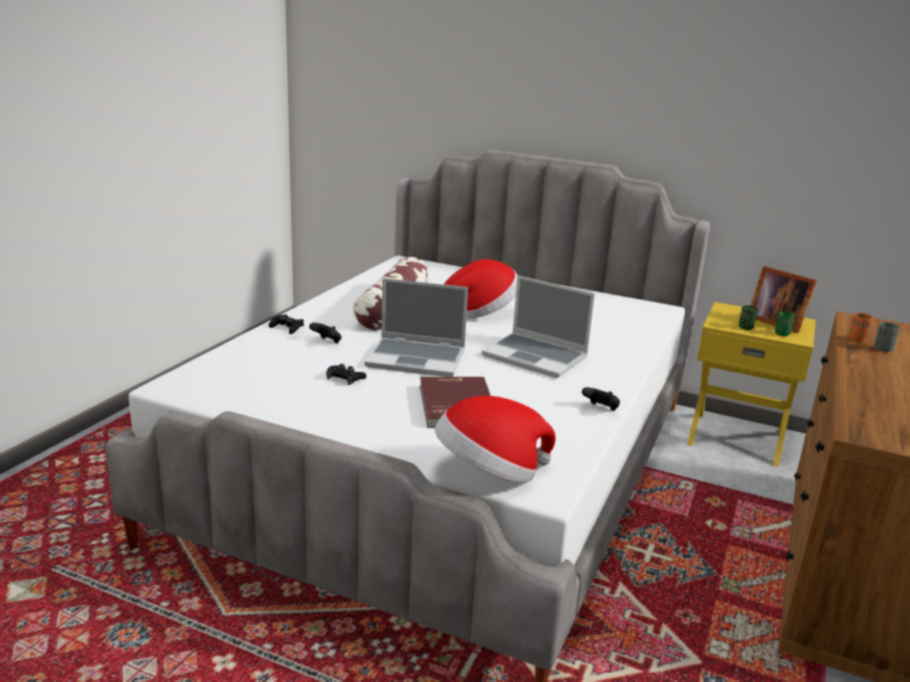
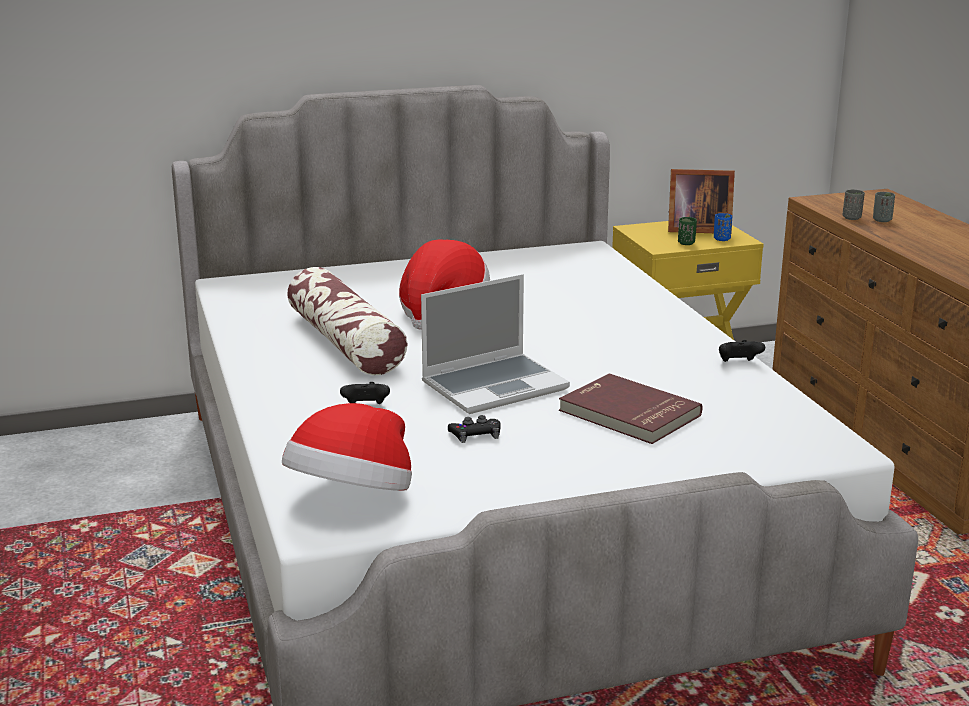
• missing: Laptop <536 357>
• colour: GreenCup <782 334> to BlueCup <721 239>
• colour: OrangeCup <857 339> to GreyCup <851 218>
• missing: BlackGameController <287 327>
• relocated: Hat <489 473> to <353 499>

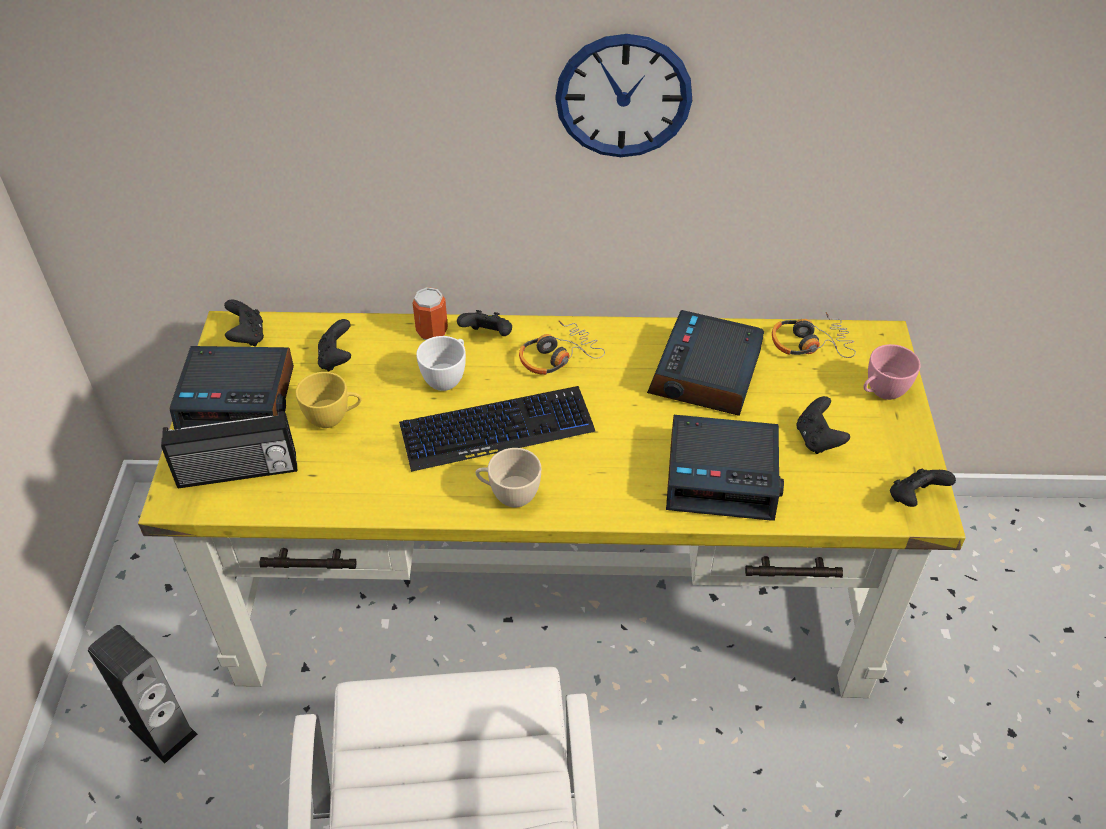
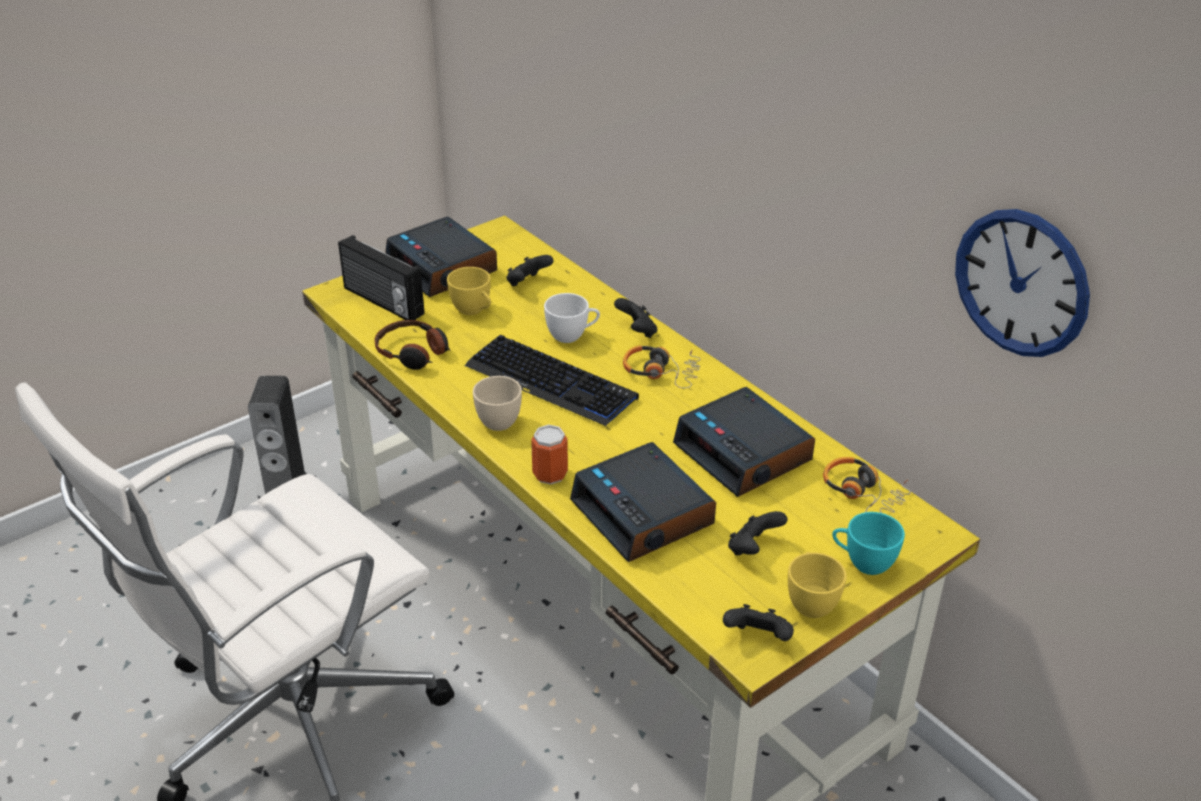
• relocated: WallClock <623 96> to <1021 283>
• relocated: Can <432 331> to <550 474>
• missing: BlackGameController <247 336>
• spun: AlarmClock <706 374> = <744 453> 105 degrees counterclockwise
• colour: PinkCup <881 392> to TurquoiseCup <863 562>
• appeared: Headphones <413 353>
• appeared: YellowCup <810 601>

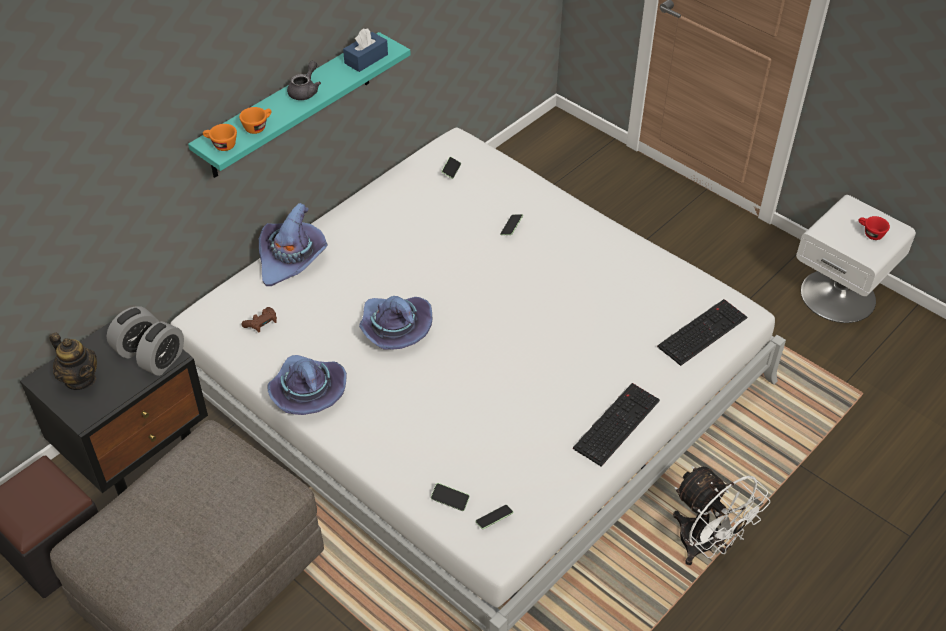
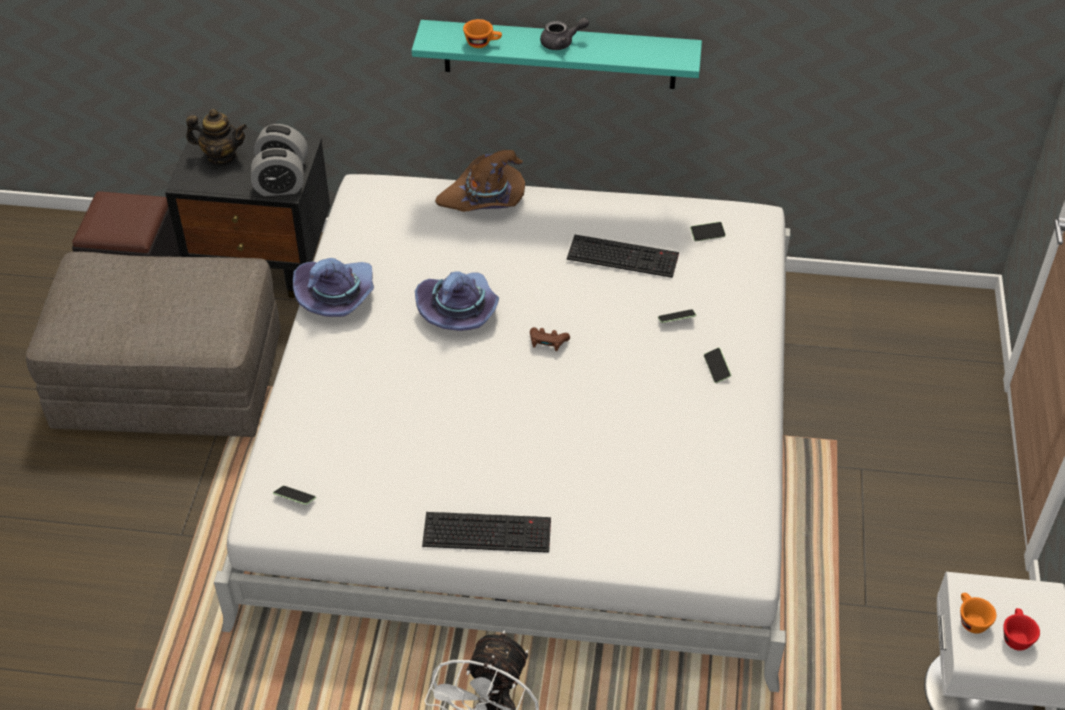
• missing: BlueTissueBox <366 59>
• relocated: OrangeCup <221 145> to <970 620>
• colour: PurpleHat <292 258> to BrownHat <485 199>
• relocated: Keyboard <702 331> to <624 256>
• relocated: BrownGameController <261 324> to <547 343>
• spun: Teapot <80 379> = <221 156> 90 degrees counterclockwise
• relocated: Phone <450 500> to <716 369>

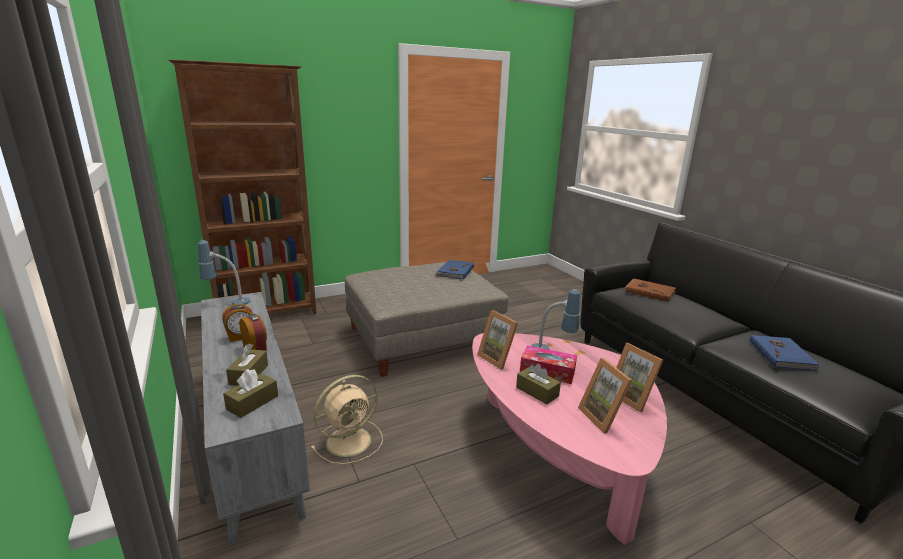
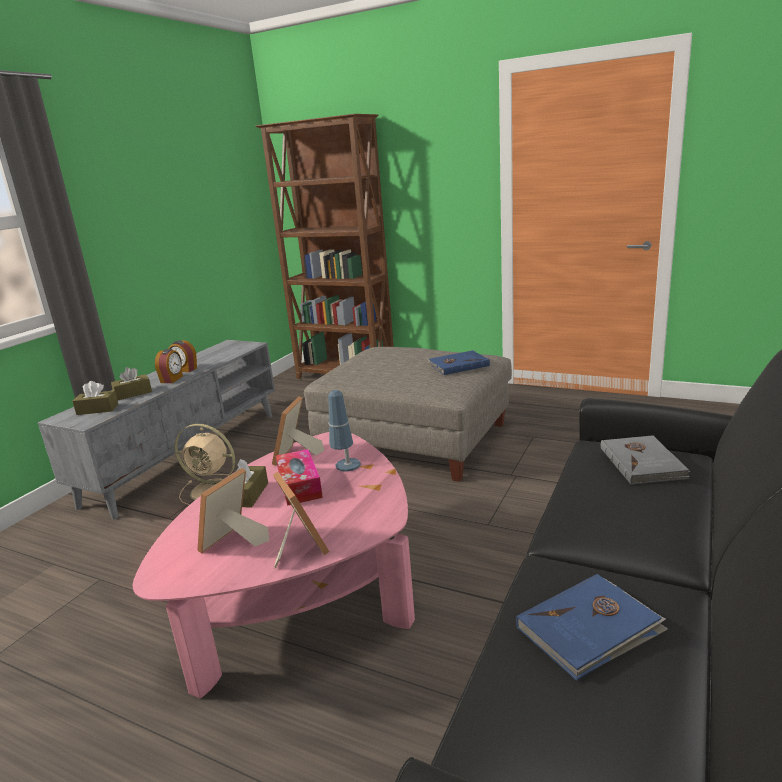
• missing: TableLamp <227 303>
• colour: BrownBook <649 291> to GreyBook <643 462>
• spun: PictureFrame <632 397> = <298 547> 135 degrees clockwise

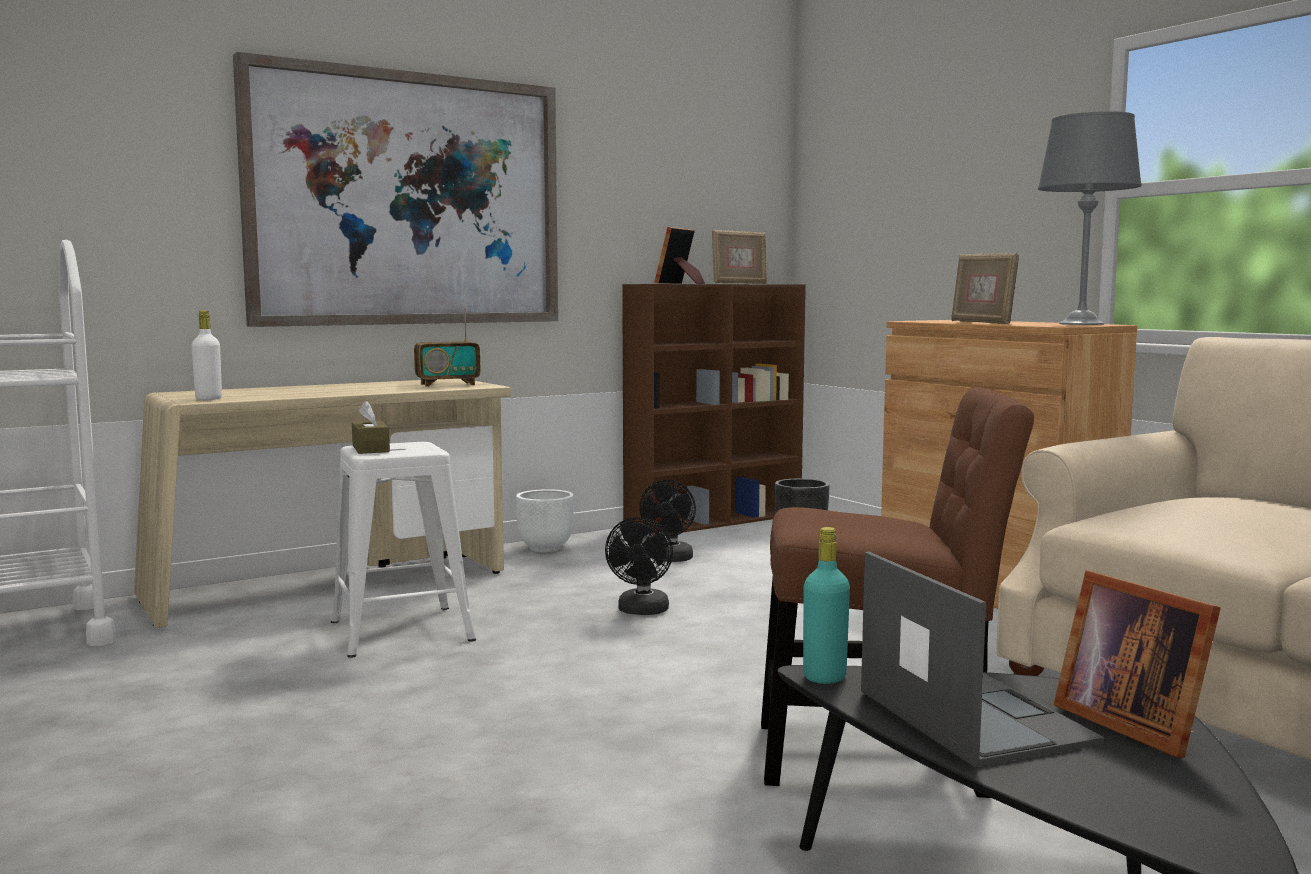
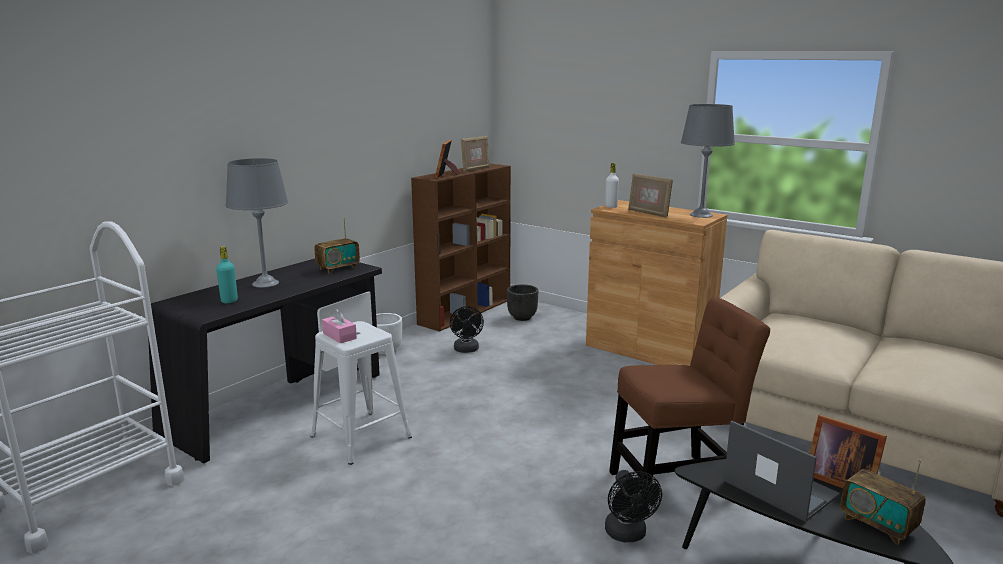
• missing: Picture <407 200>
• relocated: WhiteBottle <208 399> to <611 206>
• colour: BeigeDesk <330 586> to BlackDesk <280 404>
• colour: BrownTissueBox <370 449> to PinkTissueBox <339 336>
• relocated: BlackFan <642 611> to <628 535>
• relocated: TurquoiseBottle <824 677> to <229 301>
• appeared: GreyTableLamp <265 283>
• appeared: Radio <877 525>

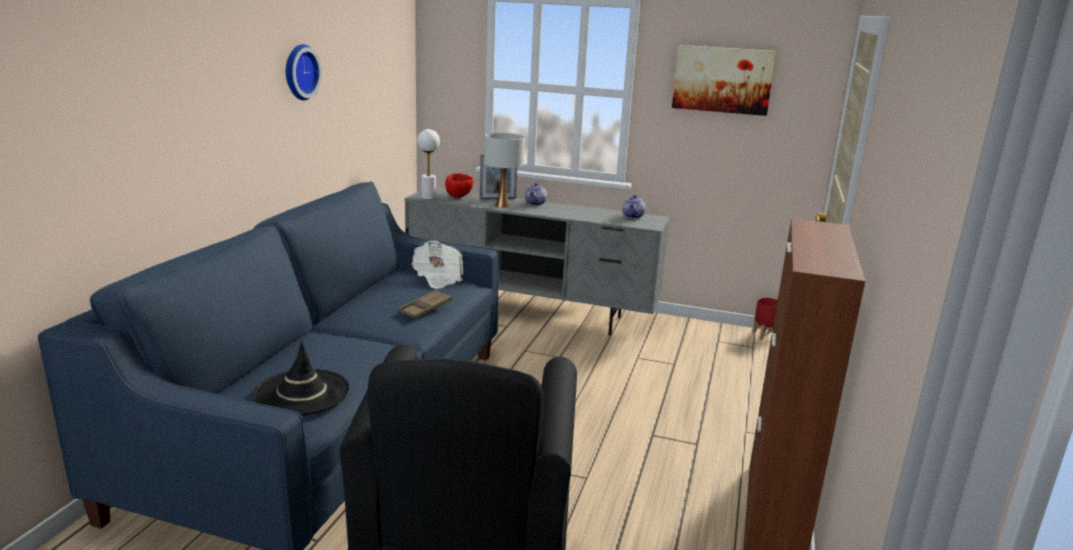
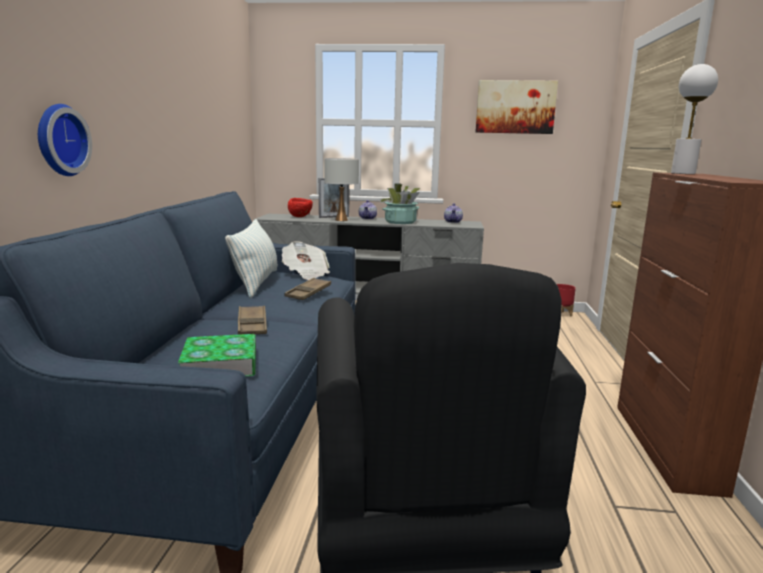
• relocated: WallClock <299 72> to <59 140>
• relocated: WhiteTableLamp <428 197> to <683 173>
• exchanged: BlackHat <301 393> to Book <220 364>
• appeared: PottedPlant <400 222>
• appeared: Pillow <256 283>
• appeared: BrownTray <252 325>

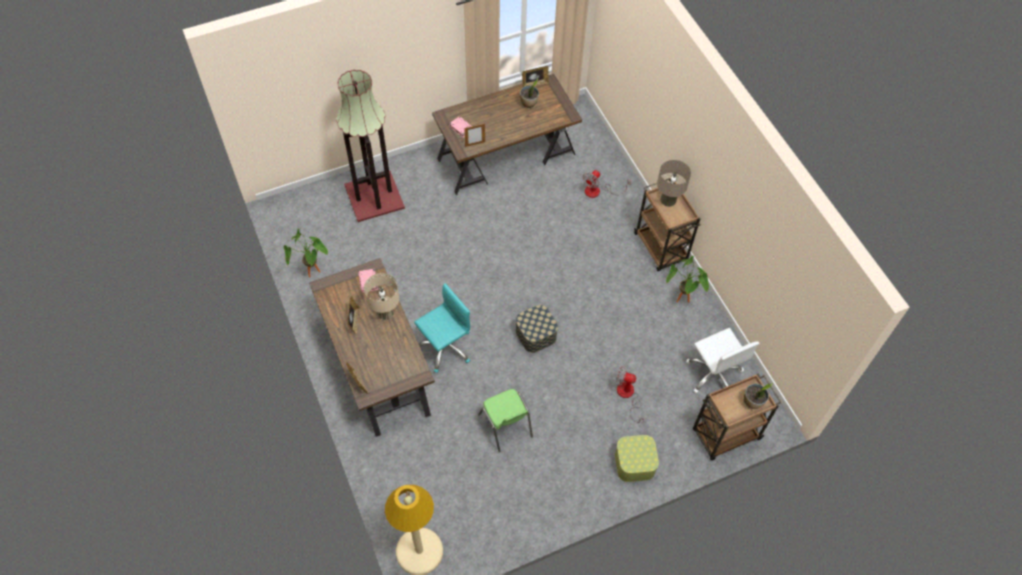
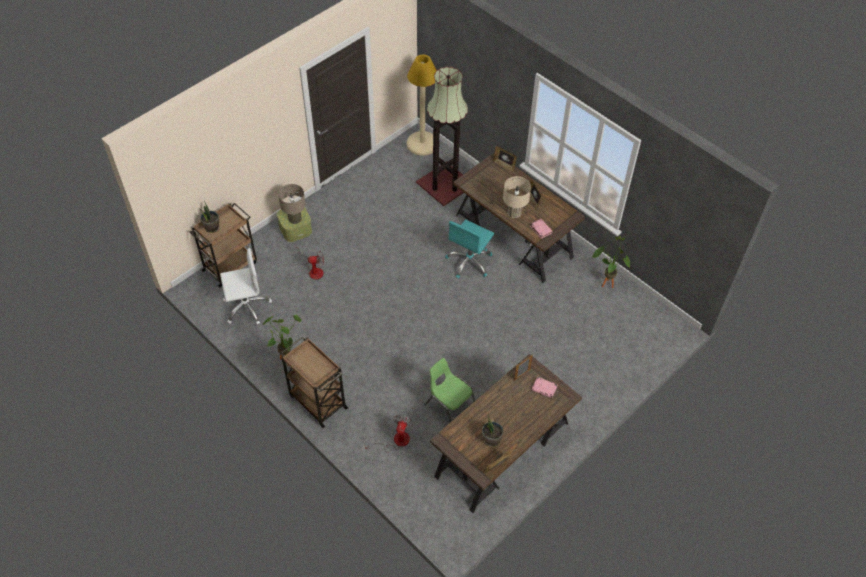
• relocated: FloorLamp <375 196> to <445 185>
• relocated: BeigeTableLamp <668 200> to <295 218>
• missing: StorageBox <535 334>
• spun: WhiteOfficeChair <714 374> = <246 306> 120 degrees clockwise
• relocated: GreenChair <506 426> to <449 406>

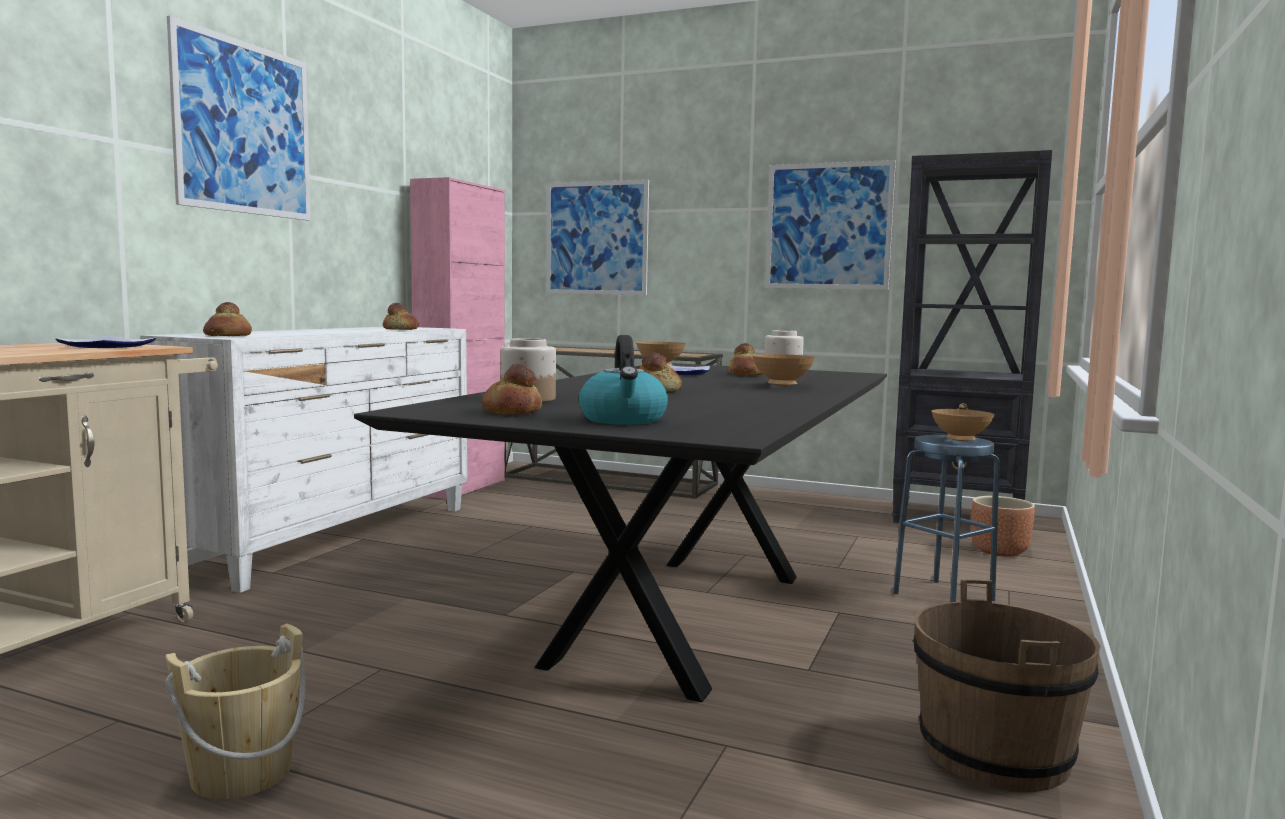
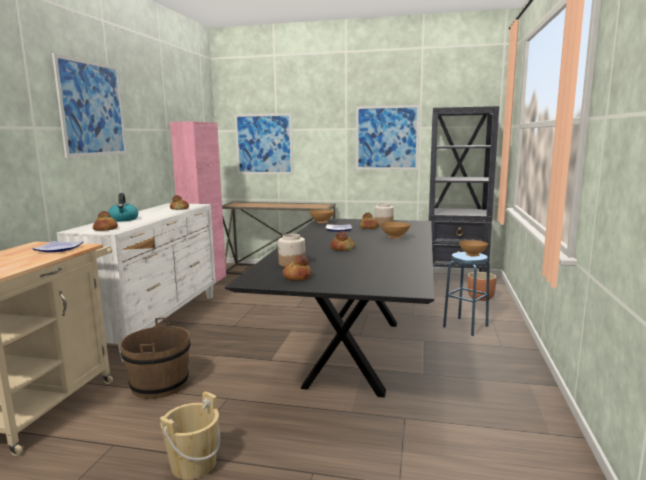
• relocated: Kettle <624 420> to <124 219>
• relocated: BrownBucket <994 753> to <159 385>

